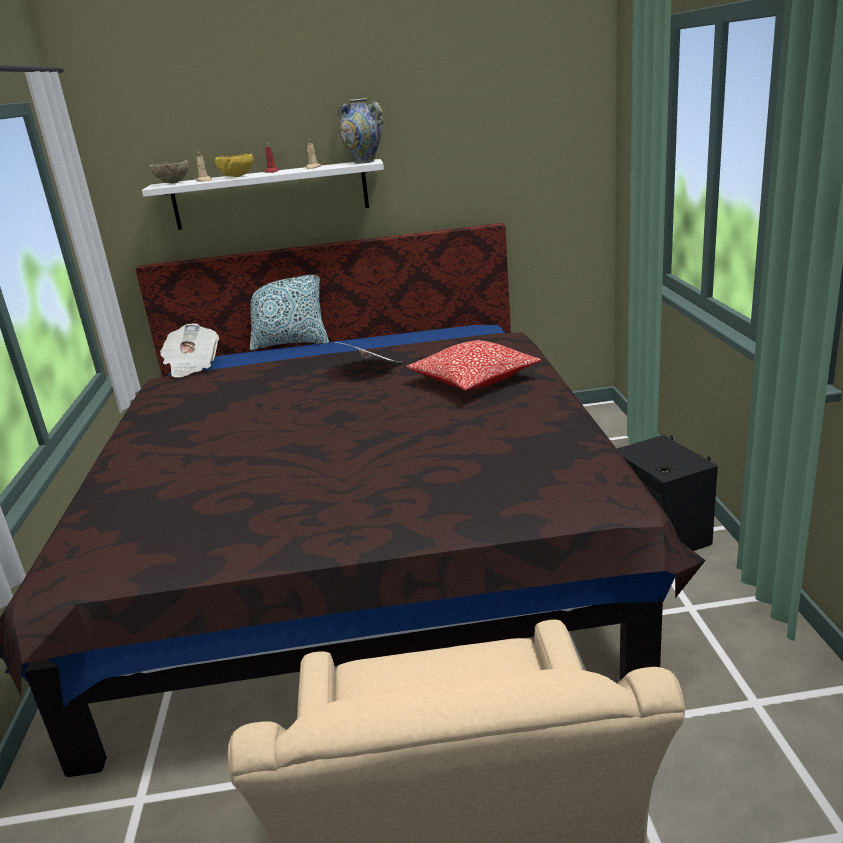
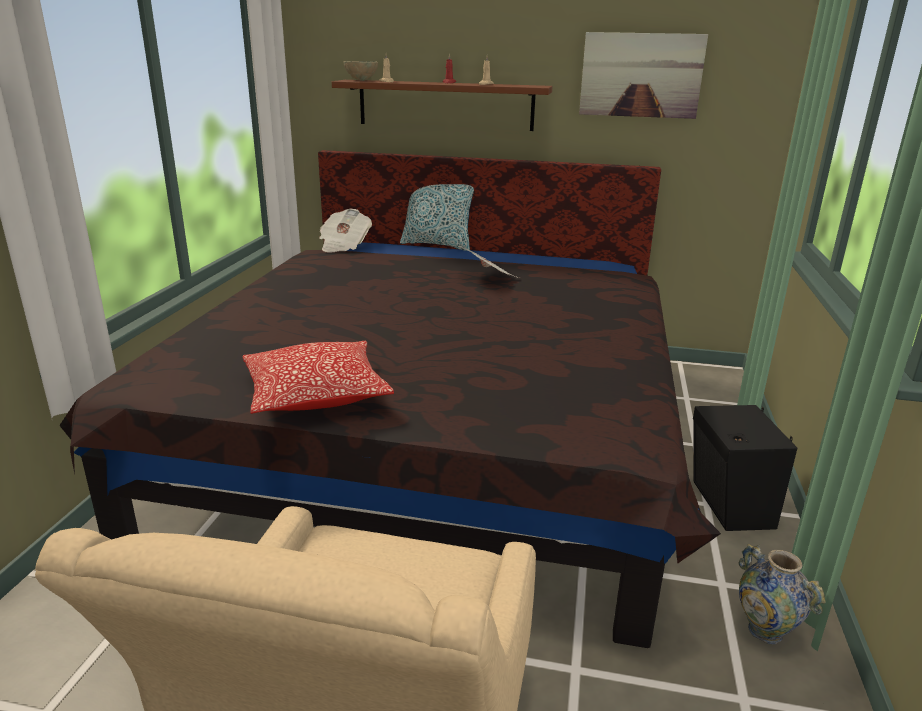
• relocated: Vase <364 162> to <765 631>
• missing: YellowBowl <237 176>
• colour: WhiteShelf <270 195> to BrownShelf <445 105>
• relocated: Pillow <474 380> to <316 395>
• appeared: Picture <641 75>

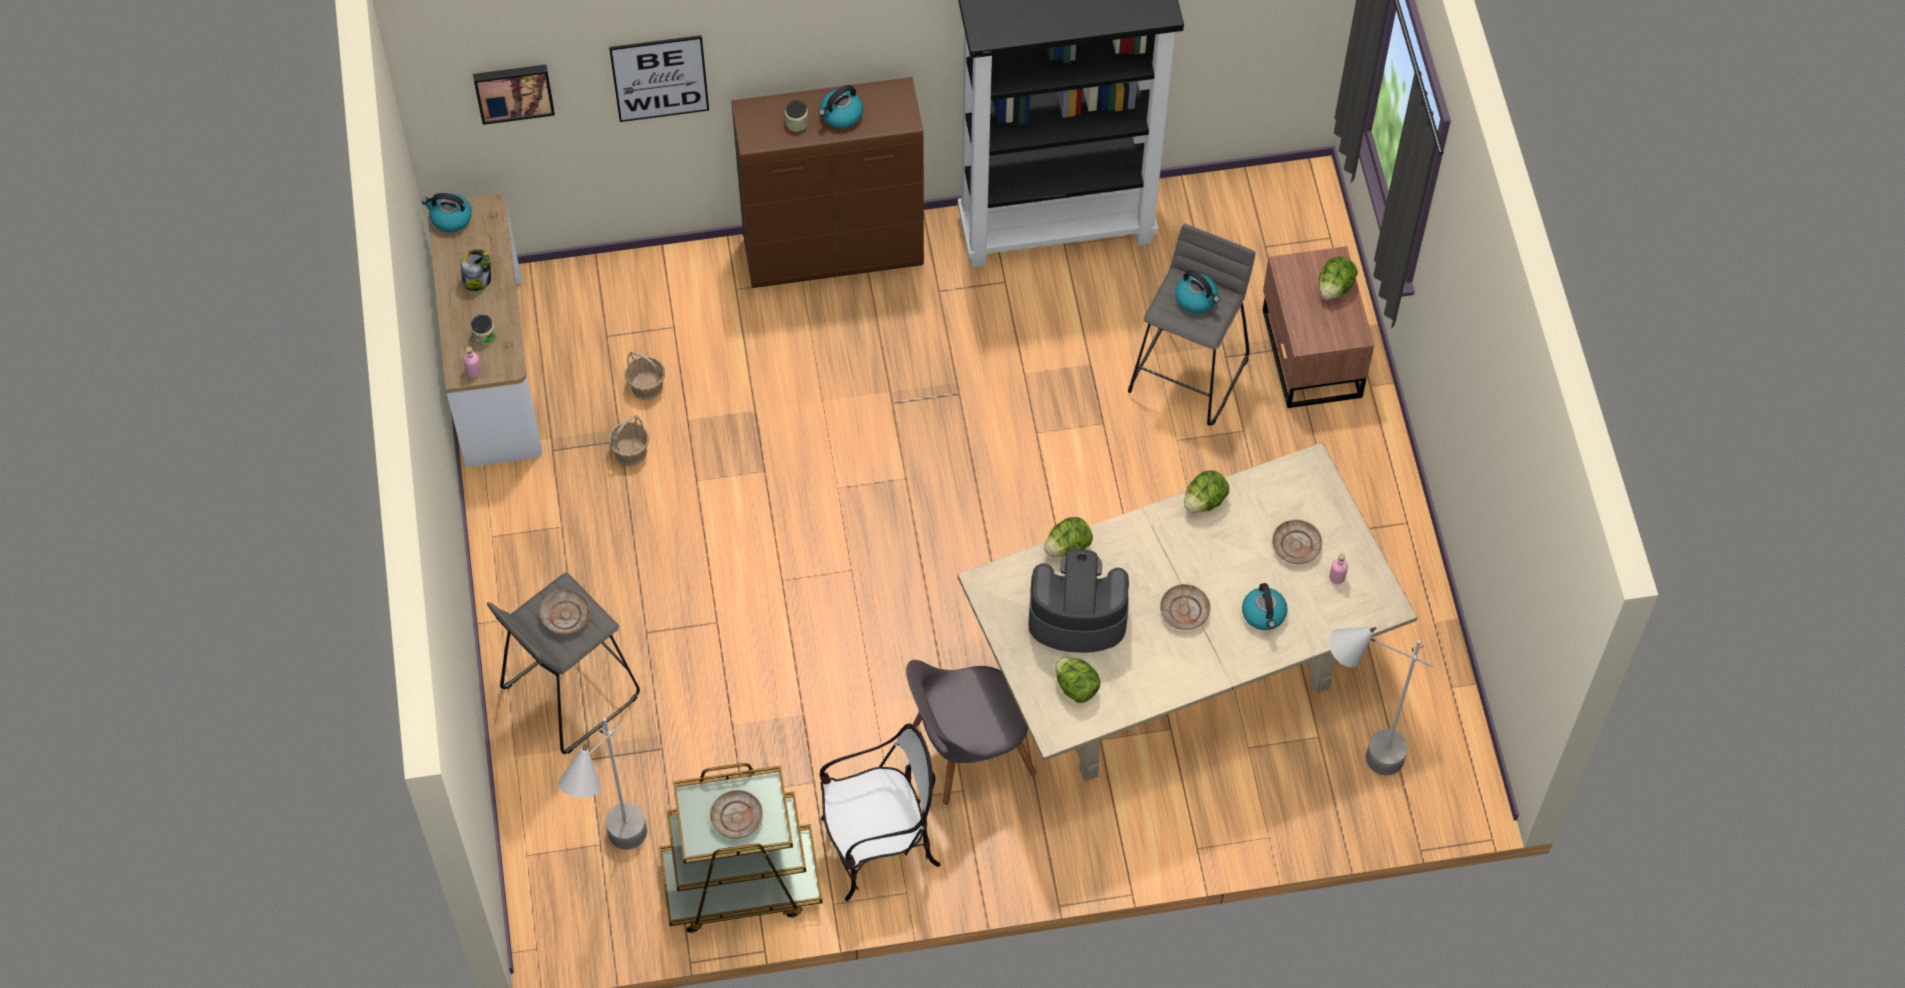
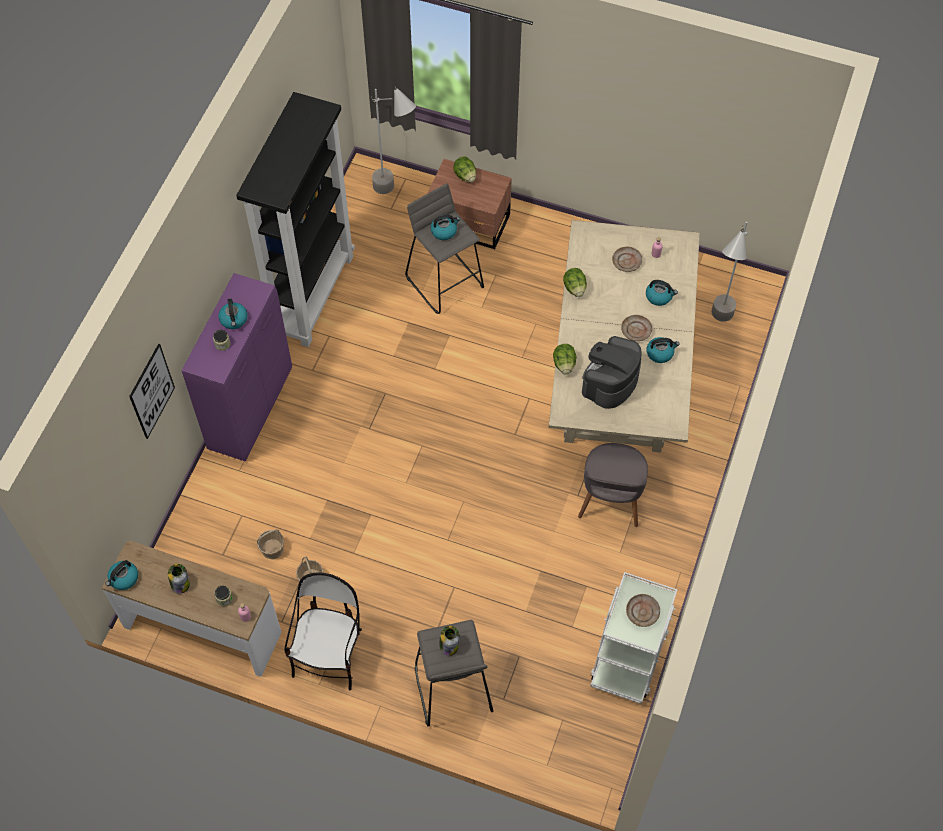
• missing: Picture <513 91>
• colour: BrownCabinet <835 253> to PurpleCabinet <251 408>
• exchanged: BeigePlate <565 615> to Jar <449 645>
• missing: Lettuce <1076 687>
• relocated: GreyFloorLamp <617 861> to <396 195>
• relocated: Chair <879 847> to <330 655>
• colour: BrownCart <740 883> to WhiteCart <629 655>
• appeared: Kettle <660 353>

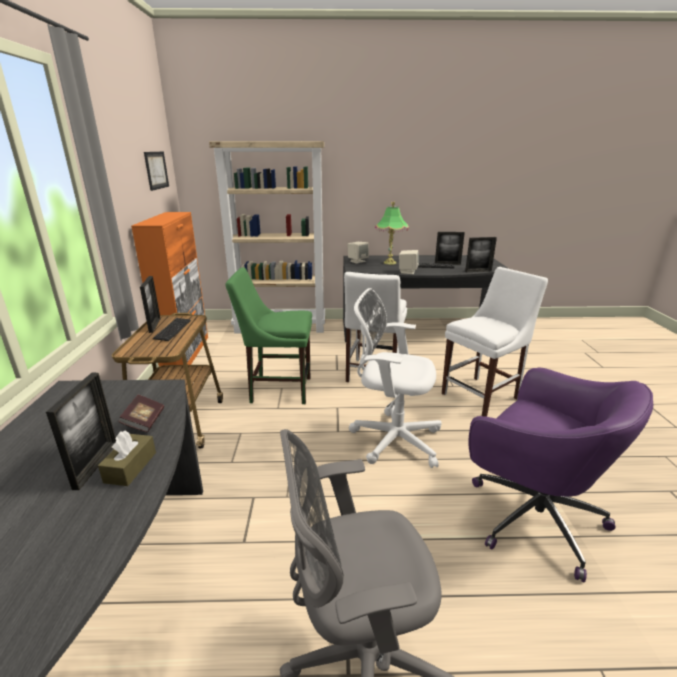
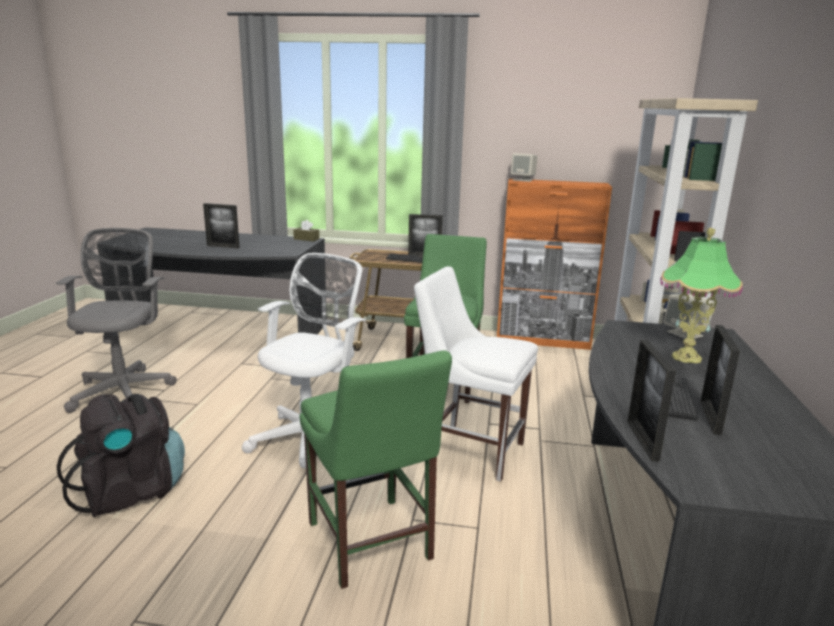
• missing: Picture <156 170>
• relocated: BeigeSpeaker <407 272> to <523 180>
• colour: WhiteChair <482 395> to GreenChair <371 544>
• exchanged: PurpleOfficeChair <531 516> to BlackBackpack <131 491>
• missing: Book <144 421>
• relocated: BrownTissueBox <130 467> to <306 239>

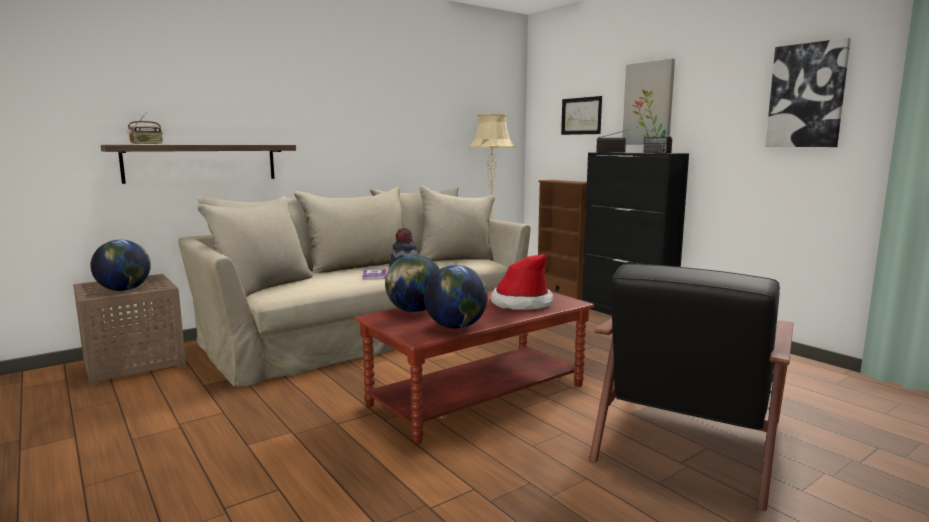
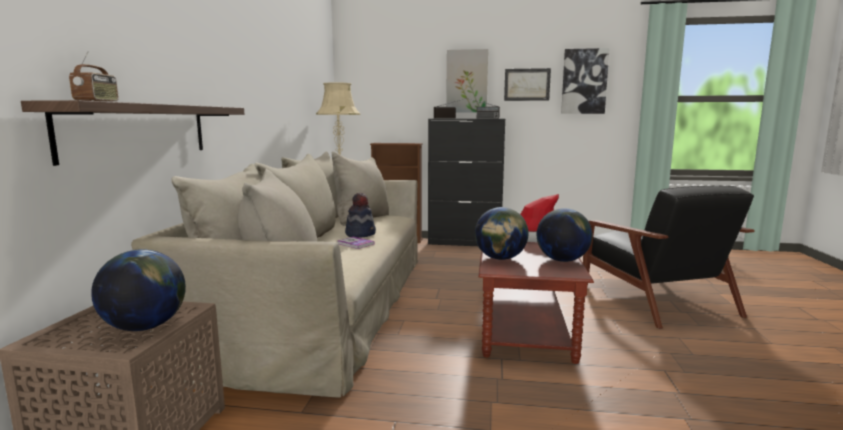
• relocated: Picture <581 116> to <527 84>

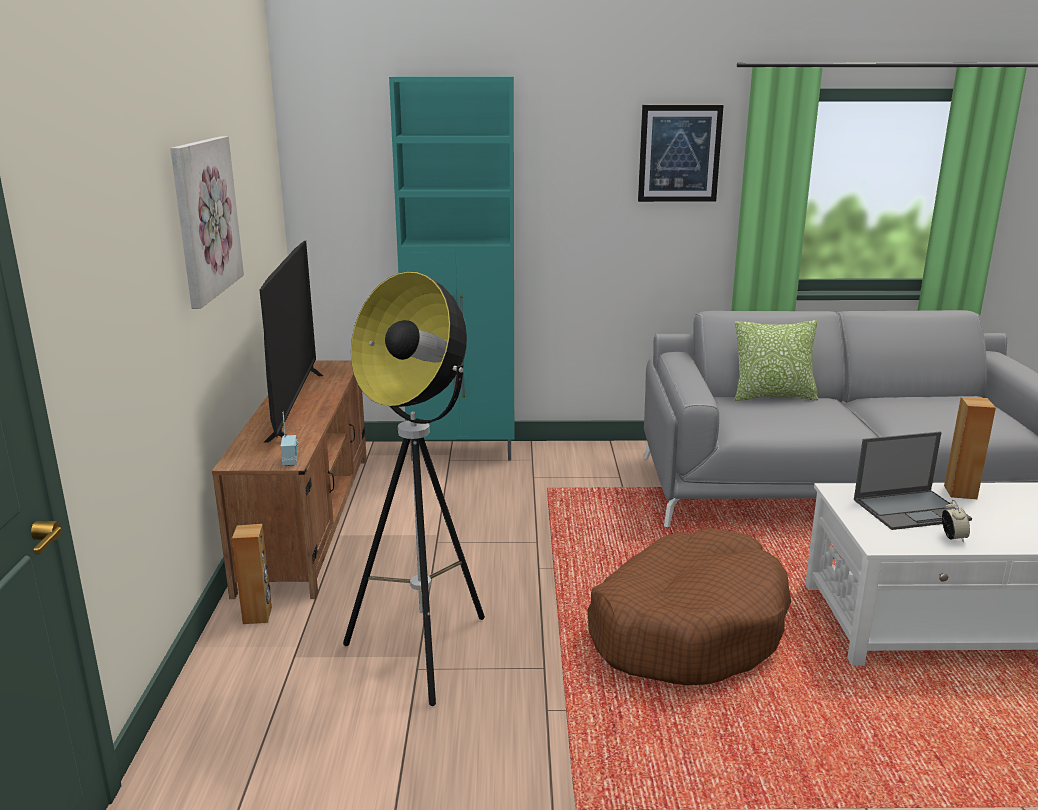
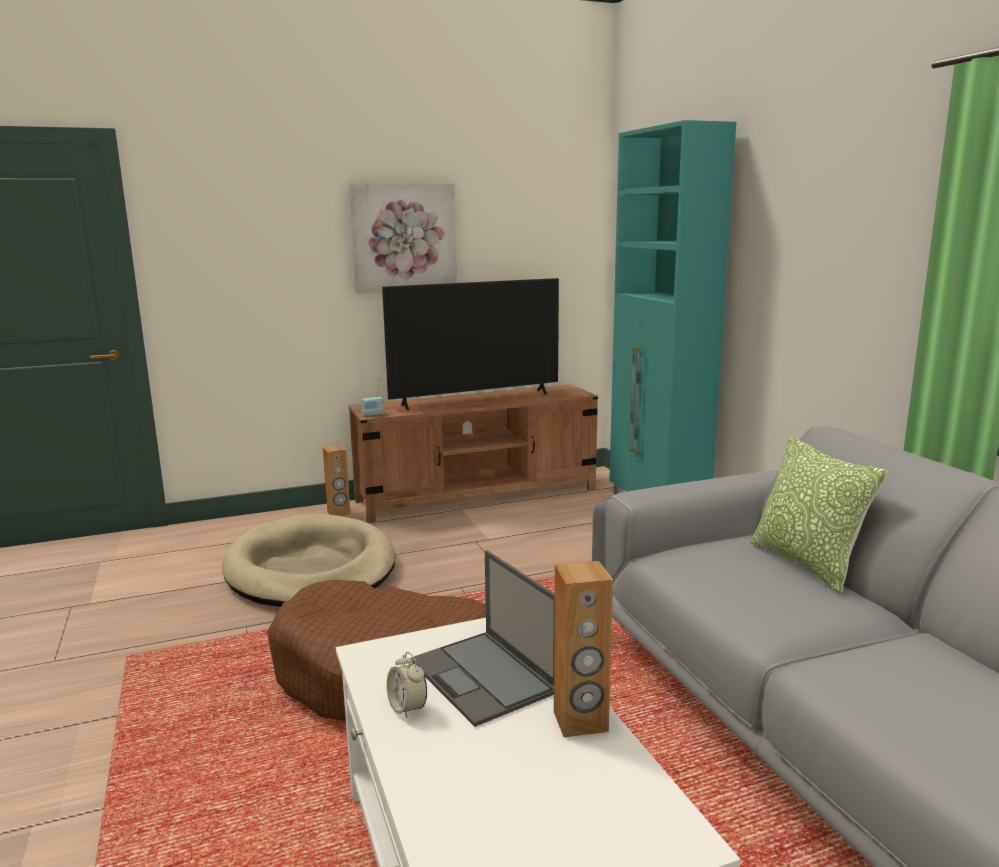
• missing: Picture <679 153>
• exchanged: FloorLamp <425 652> to BeigeDogBed <311 569>
• spun: AlarmClock <952 537> = <407 708> 75 degrees clockwise

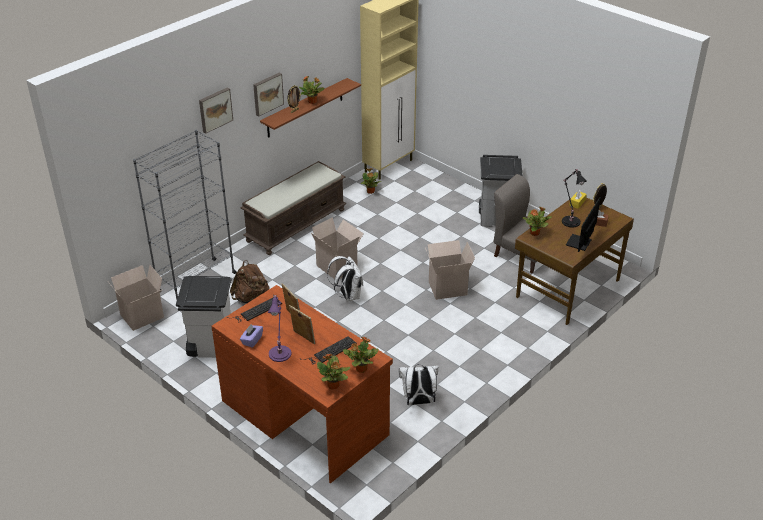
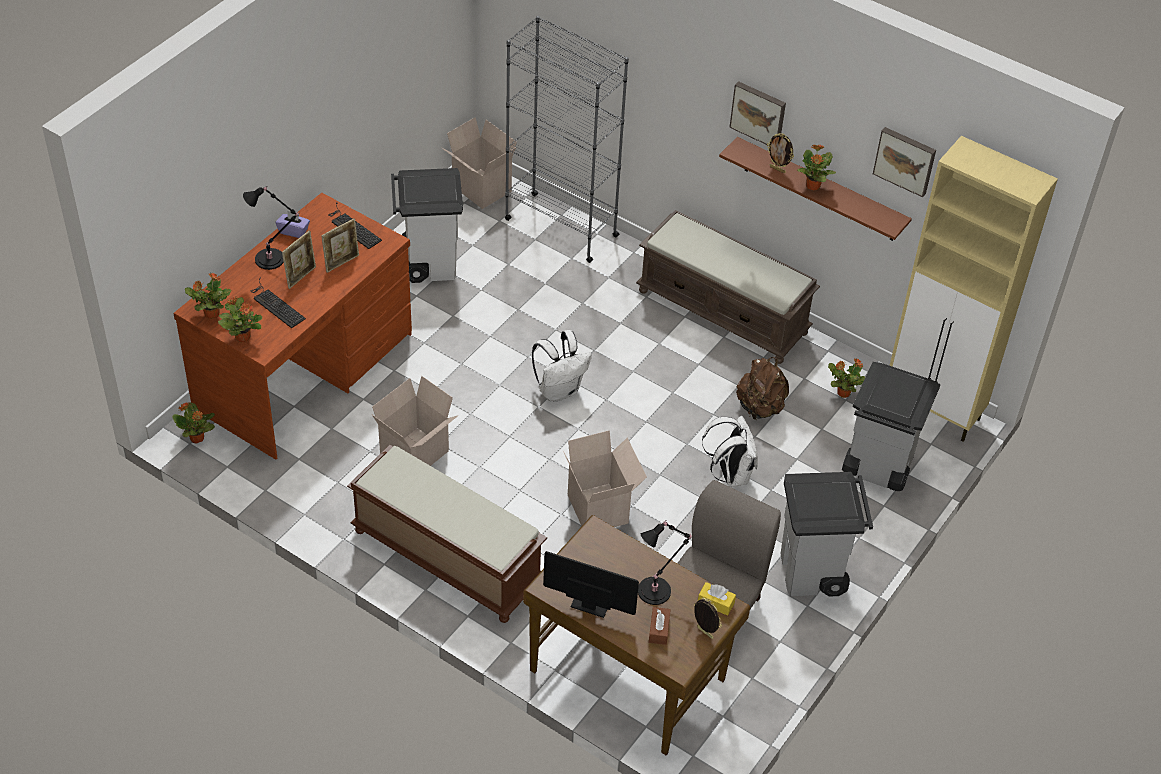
• relocated: Picture <215 109> to <905 160>
• relocated: PottedPlant <535 233> to <197 438>
• relocated: CardboardBox <338 267> to <415 455>
• relocated: BrownBackpack <251 298> to <760 407>
• colour: PurpleTableLamp <280 352> to BlackTableLamp <272 259>
• relocated: WhiteBackpack <418 401> to <730 474>
• appeared: GreyTrashCan <877 467>
• appeared: BrownBench <445 557>

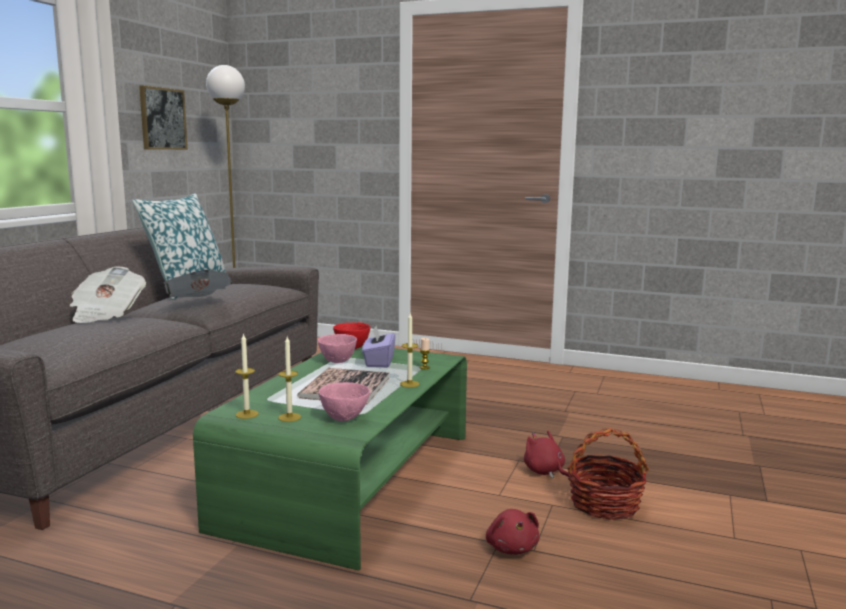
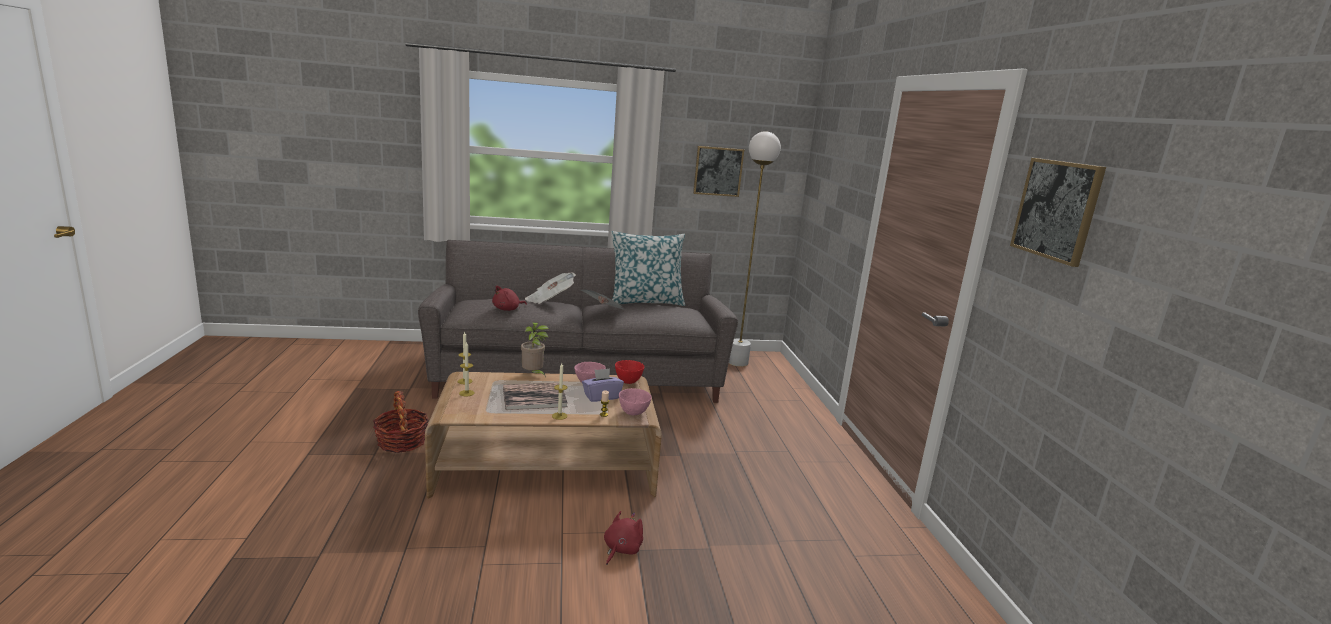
• colour: GreenCoffeeTable <351 479> to BrownCoffeeTable <546 465>
• relocated: PinkBowl <344 418> to <634 413>
• relocated: Basket <604 504> to <401 442>
• relocated: RedPlushToy <511 547> to <507 309>
• appeared: Picture <1057 210>
• appeared: PottedPlant <533 375>

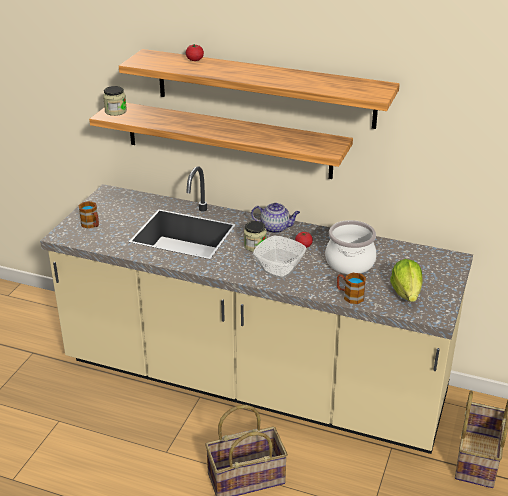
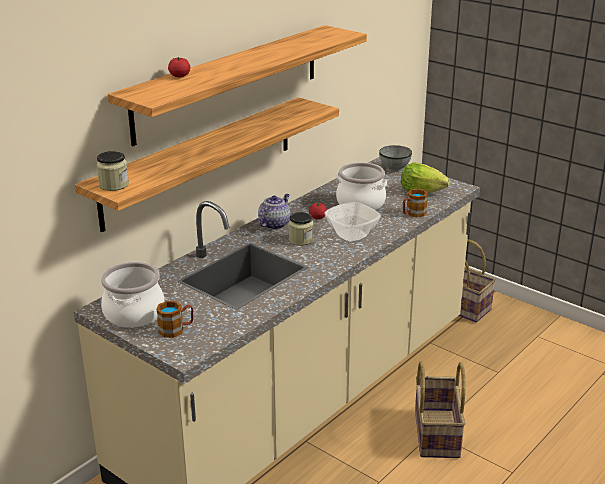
• appeared: GreyBowl <394 168>
• appeared: CookingPot <135 313>

